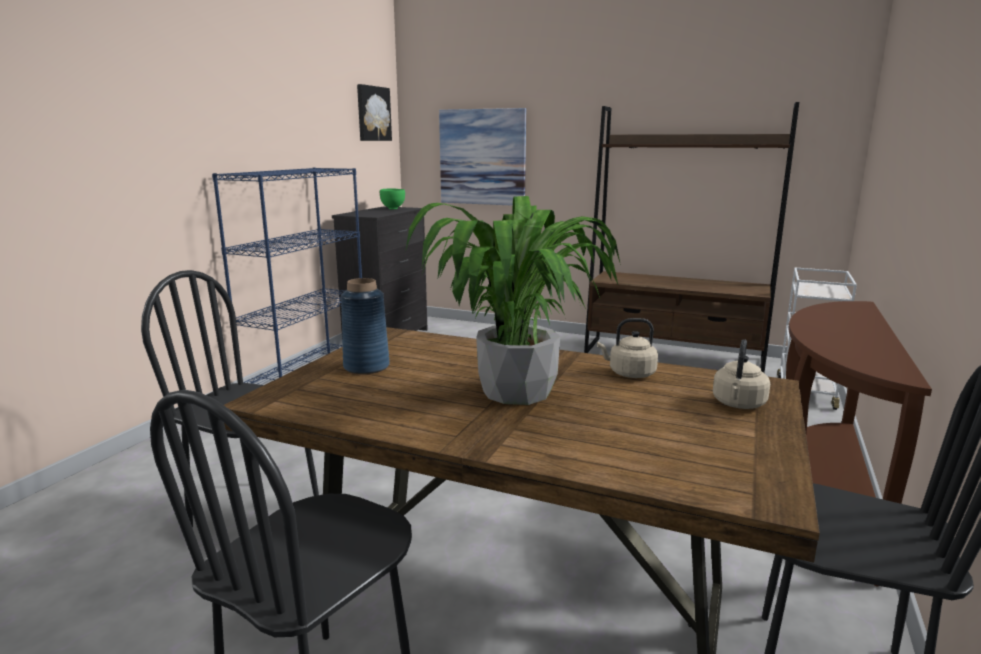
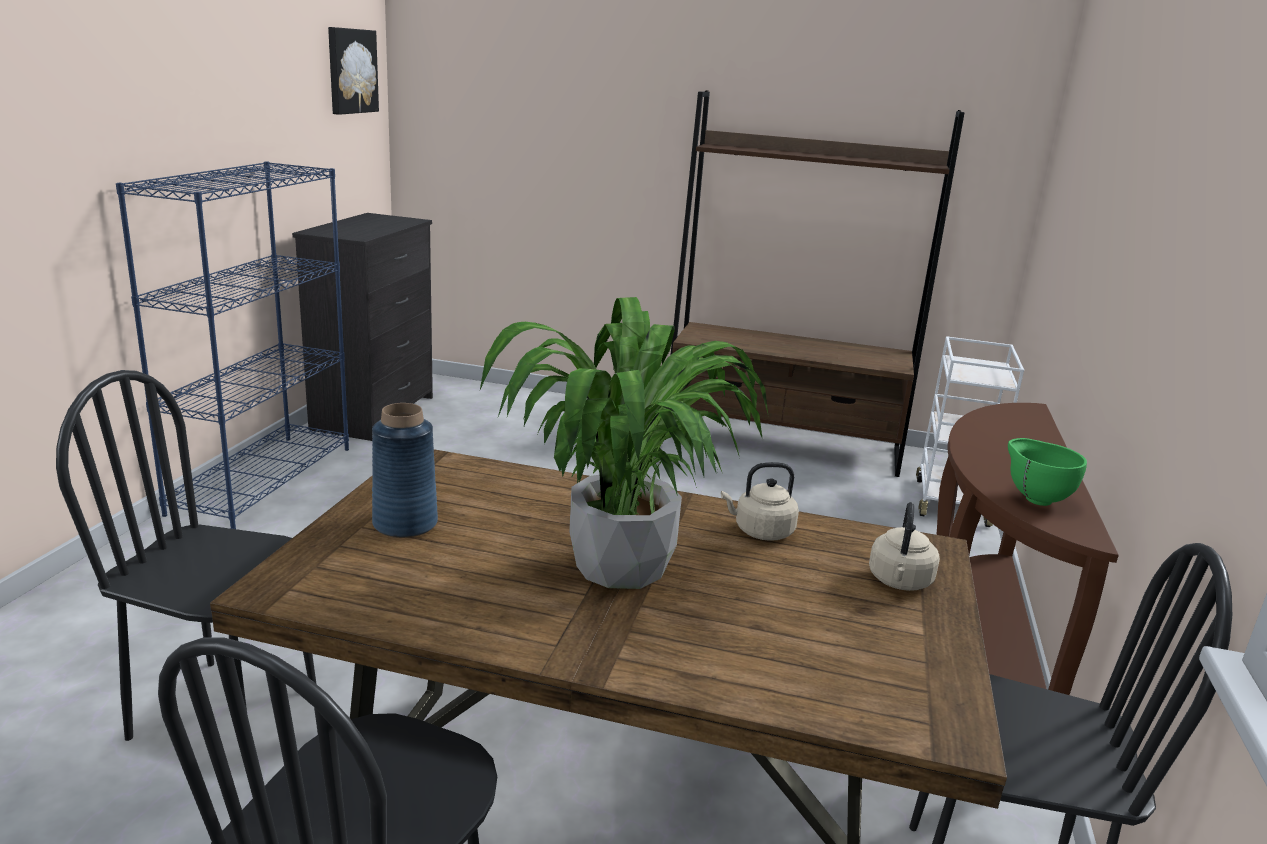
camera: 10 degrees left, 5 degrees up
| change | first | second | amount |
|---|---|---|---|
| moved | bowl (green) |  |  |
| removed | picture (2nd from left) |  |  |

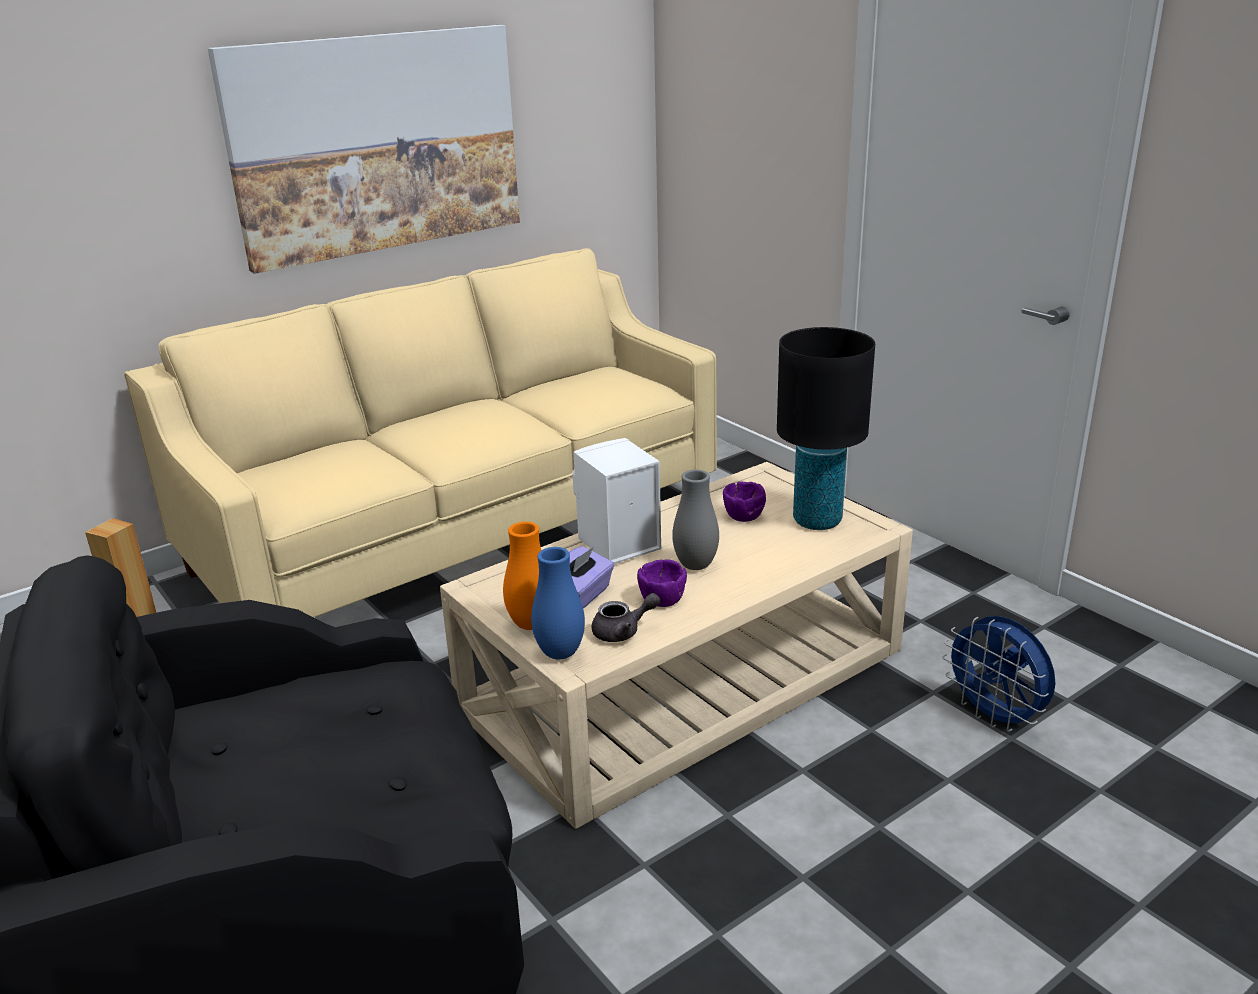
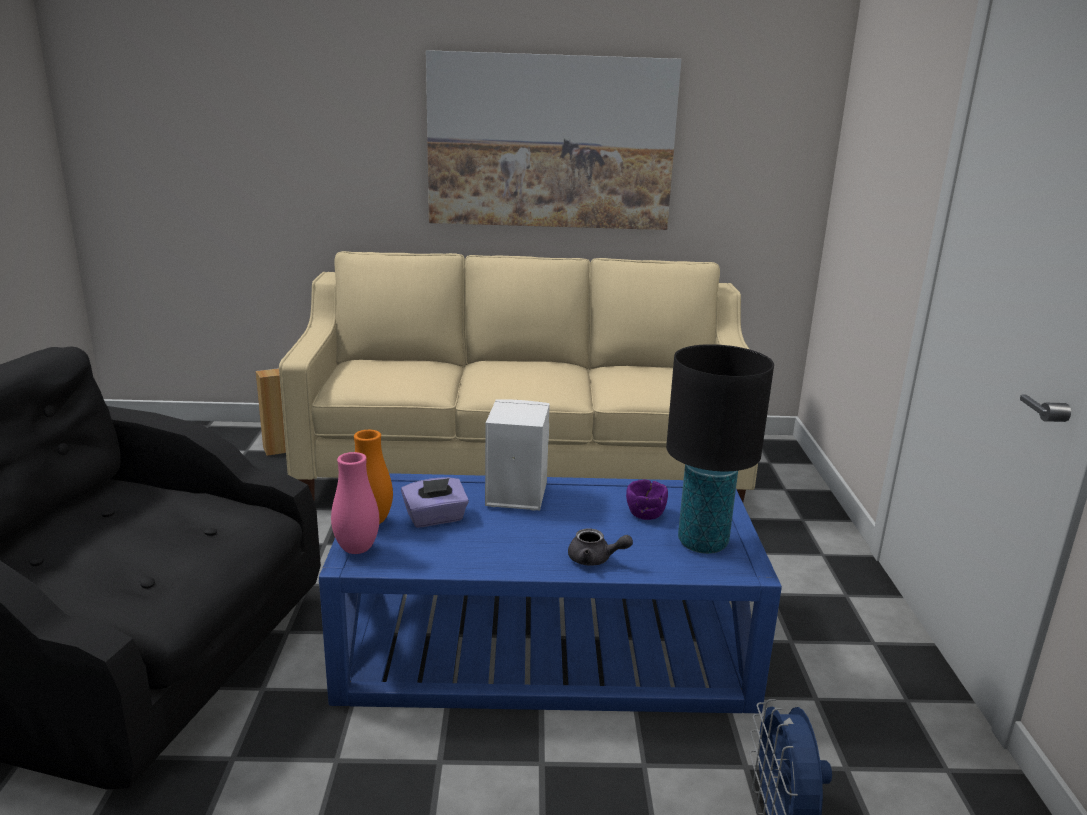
camera: 35 degrees right, 5 degrees down
| change | first | second | amount |
|---|---|---|---|
| recoloured | coffee table (beige) | coffee table (blue) |  |
| recoloured | vase (blue) | vase (pink) |  |
| moved | teapot (grey) |  |  |
| removed | bowl (purple) (1st from left) |  |  |
| removed | vase (grey) |  |  |

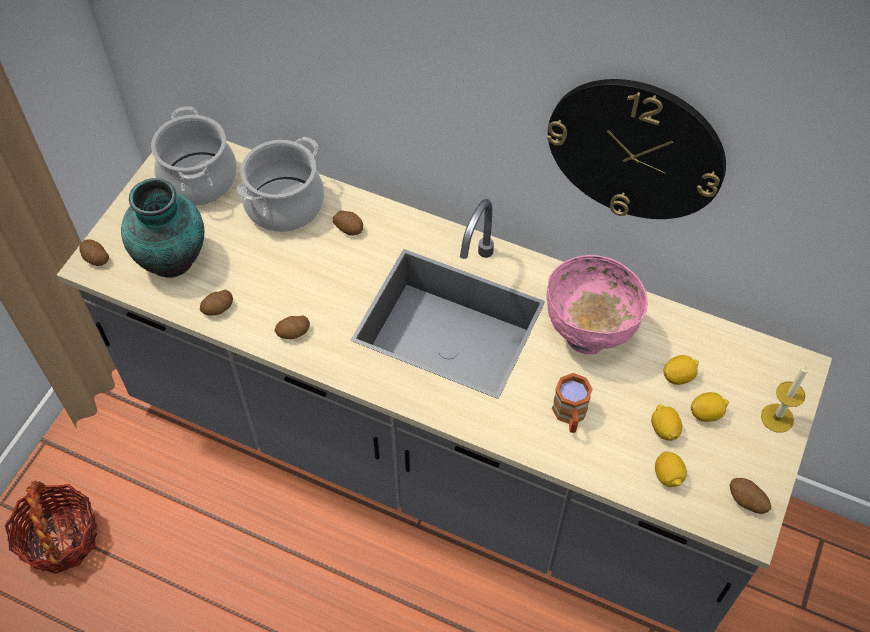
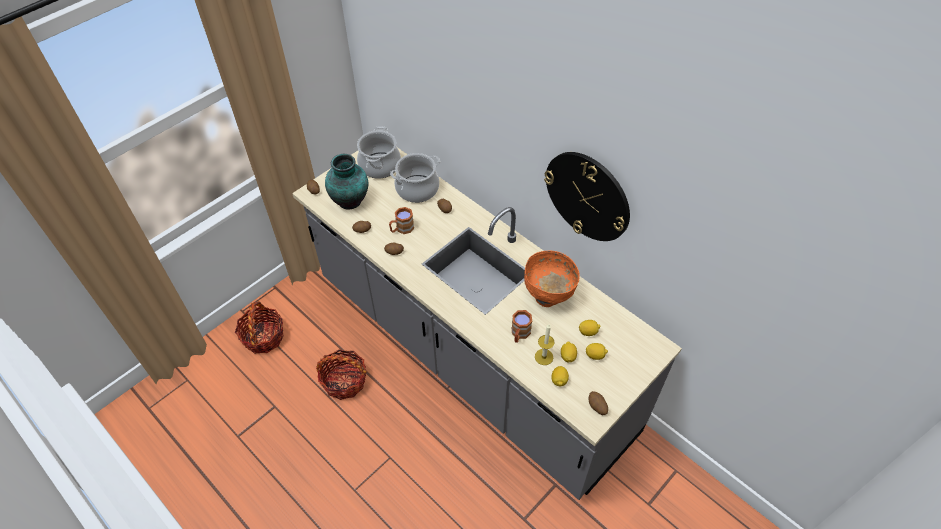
camera: 20 degrees right, 5 degrees down
| change | first | second | amount |
|---|---|---|---|
| recoloured | bowl (pink) | bowl (orange) |  |
| moved | candle |  |  |
| added |  | basket (2nd from left) |  |
| added |  | mug (brown) (1st from left) |  |

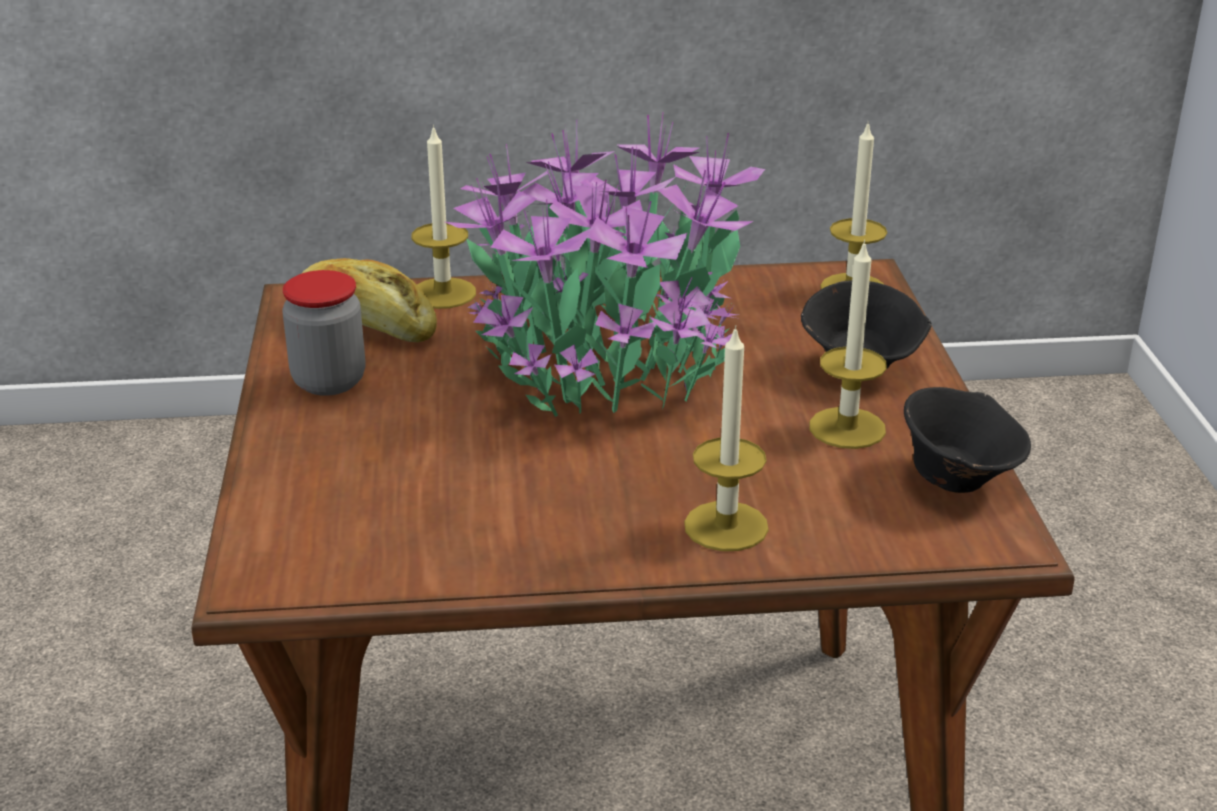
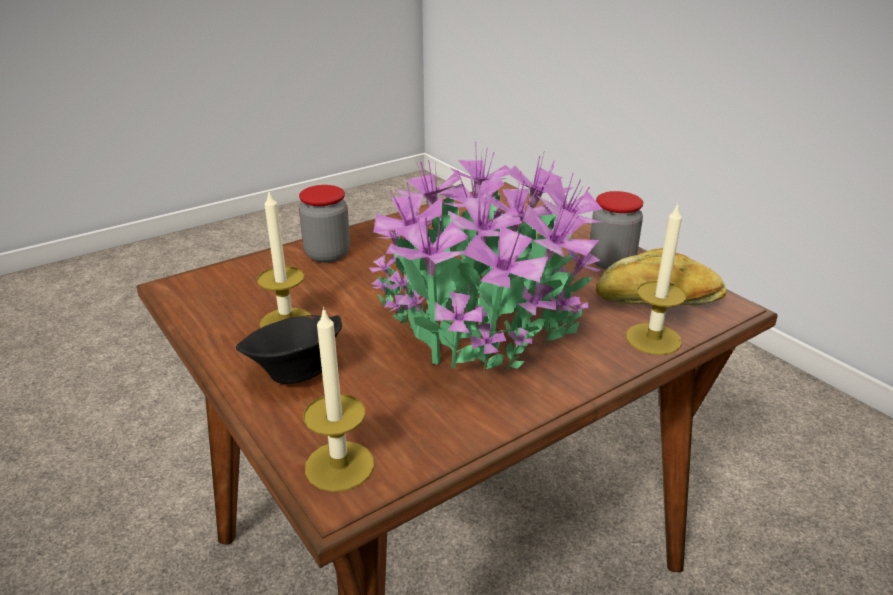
camera: 150 degrees right, 0 degrees up
| change | first | second | amount |
|---|---|---|---|
| replaced | candle (2nd from left) | jar (1st from left) |  |
| removed | bowl (black) (2nd from left) |  |  |

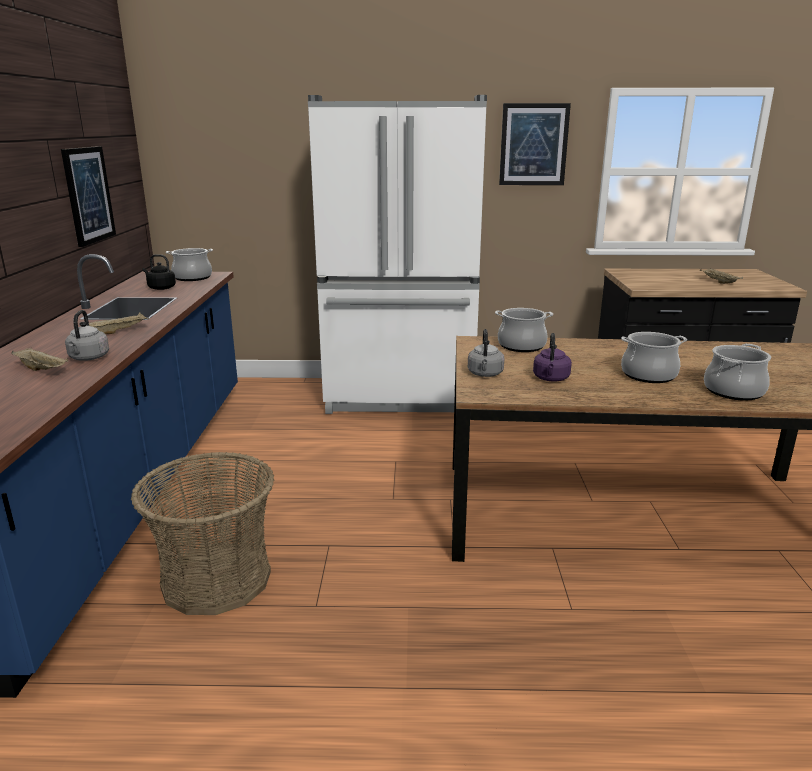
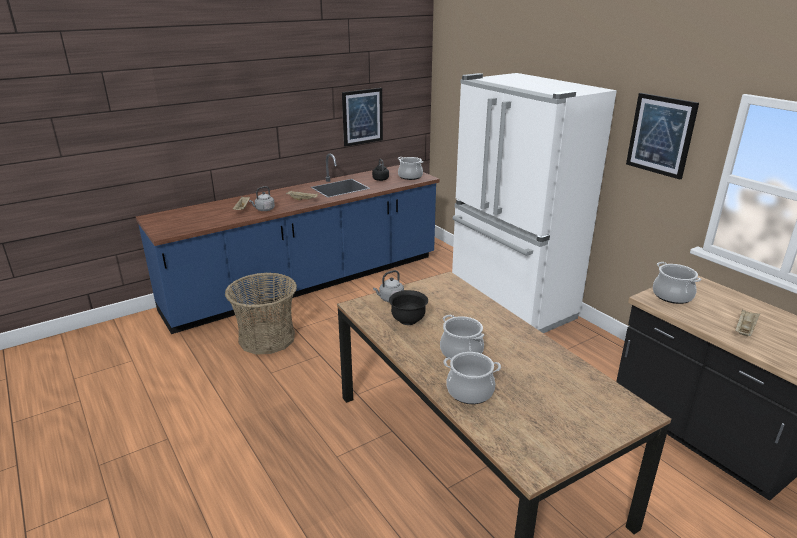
camera: 55 degrees right, 5 degrees up
| change | first | second | amount |
|---|---|---|---|
| moved | cooking pot (2nd from left in the first image) | cooking pot (4th from left) |  |
| replaced | kettle (purple) | bowl (black) |  |

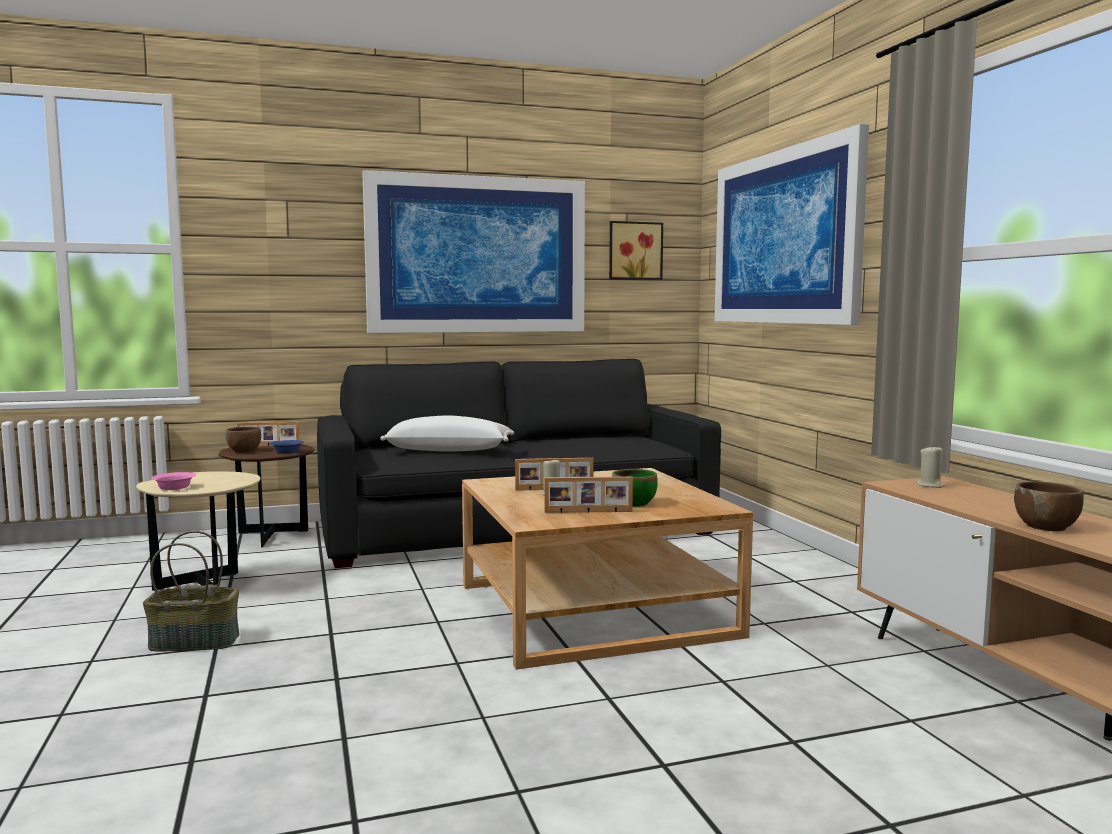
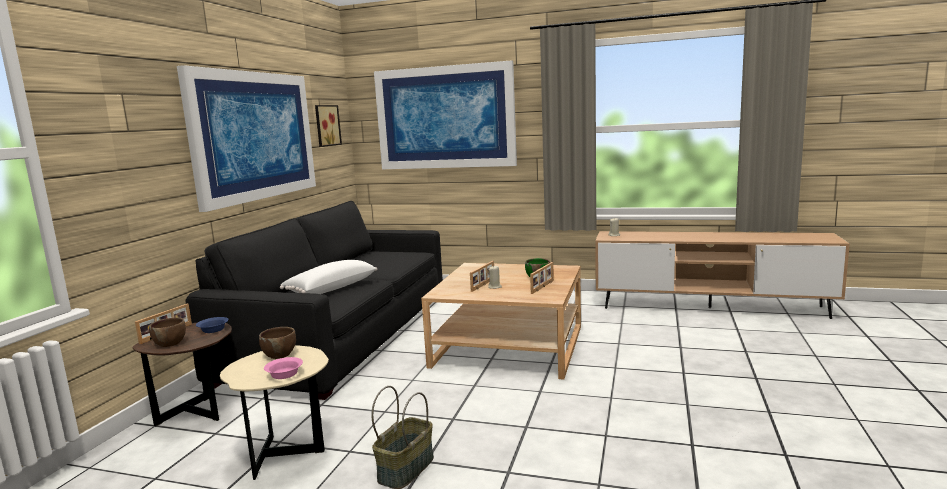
camera: 55 degrees left, 5 degrees up
| change | first | second | amount |
|---|---|---|---|
| moved | bowl (brown) (2nd from left) |  |  |

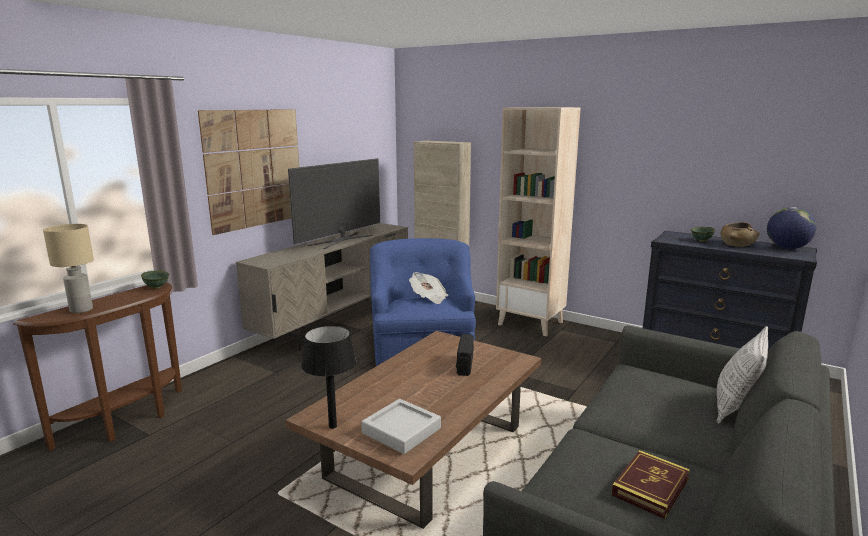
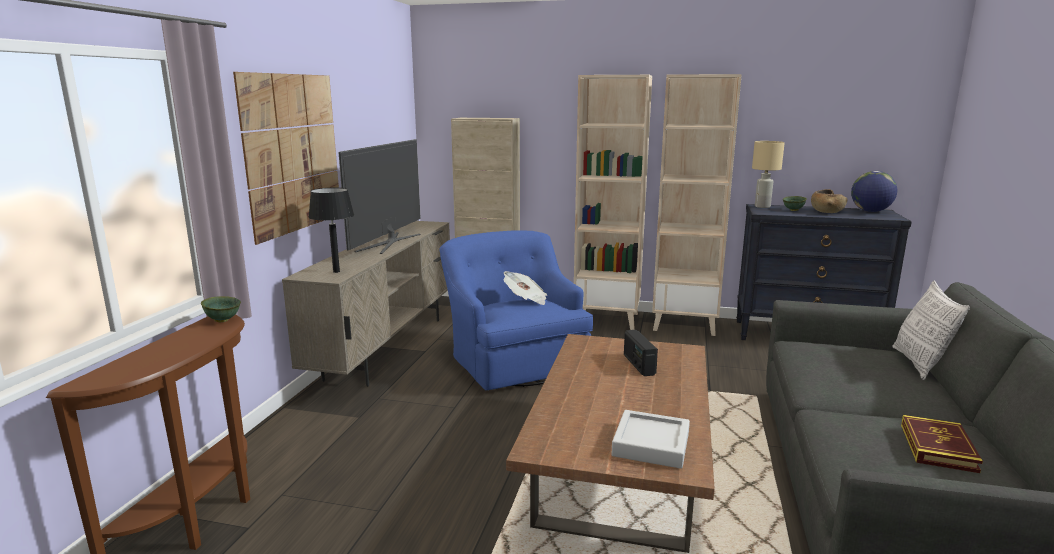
camera: 20 degrees left, 0 degrees up
| change | first | second | amount |
|---|---|---|---|
| moved | table lamp (beige) |  |  |
| moved | table lamp (black) |  |  |
| added |  | bookcase (beige) (2nd from left) |  |

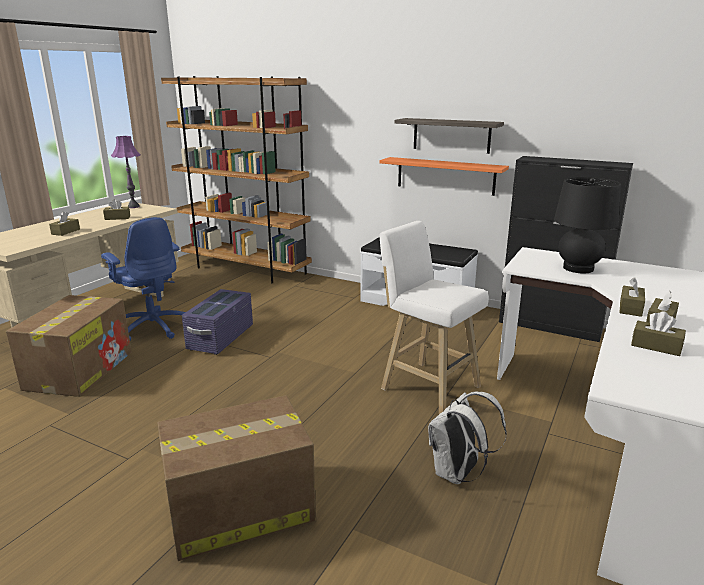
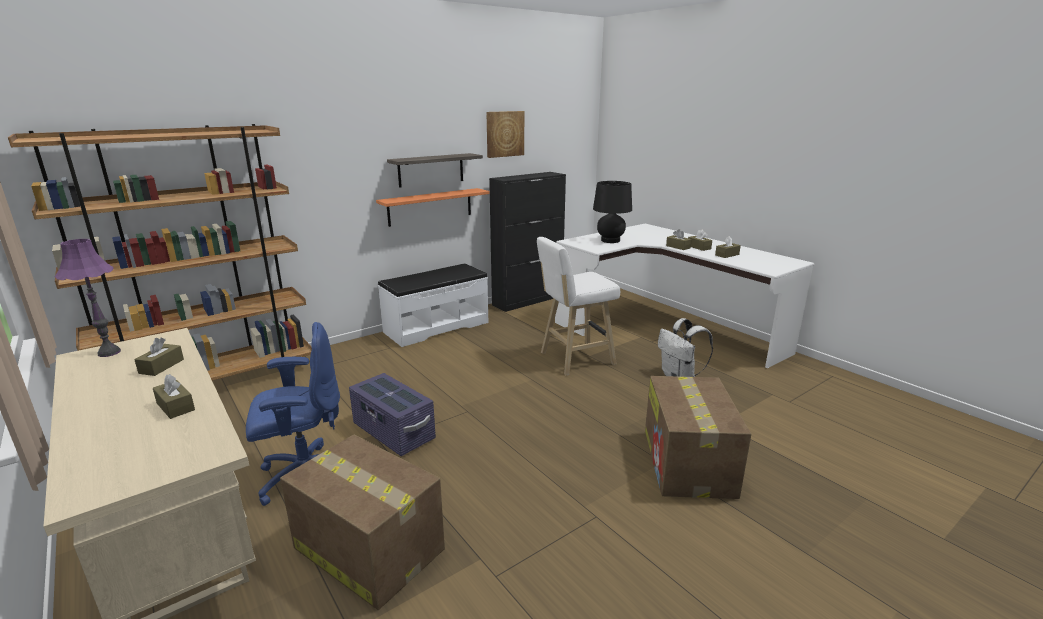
camera: 65 degrees left, 0 degrees up
| change | first | second | amount |
|---|---|---|---|
| added |  | picture |  |

